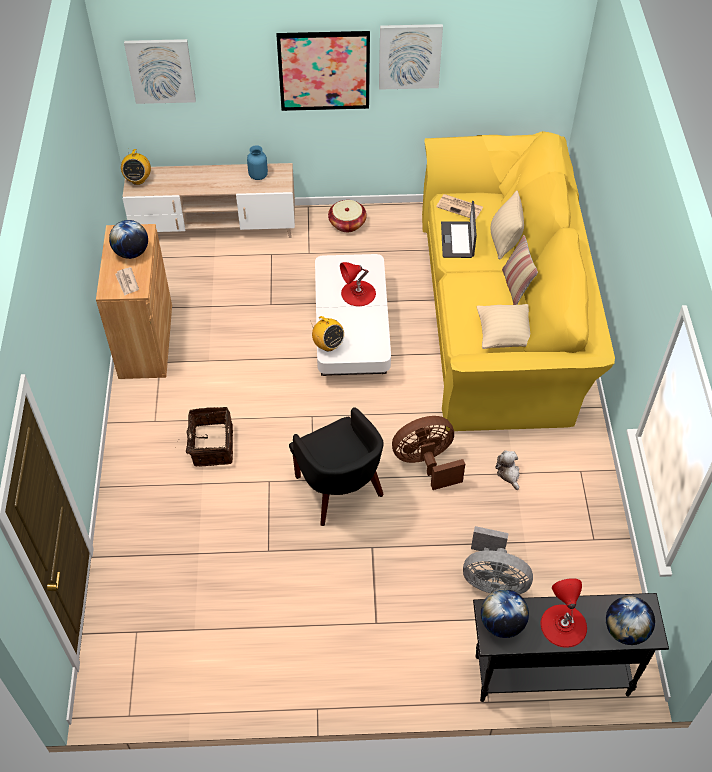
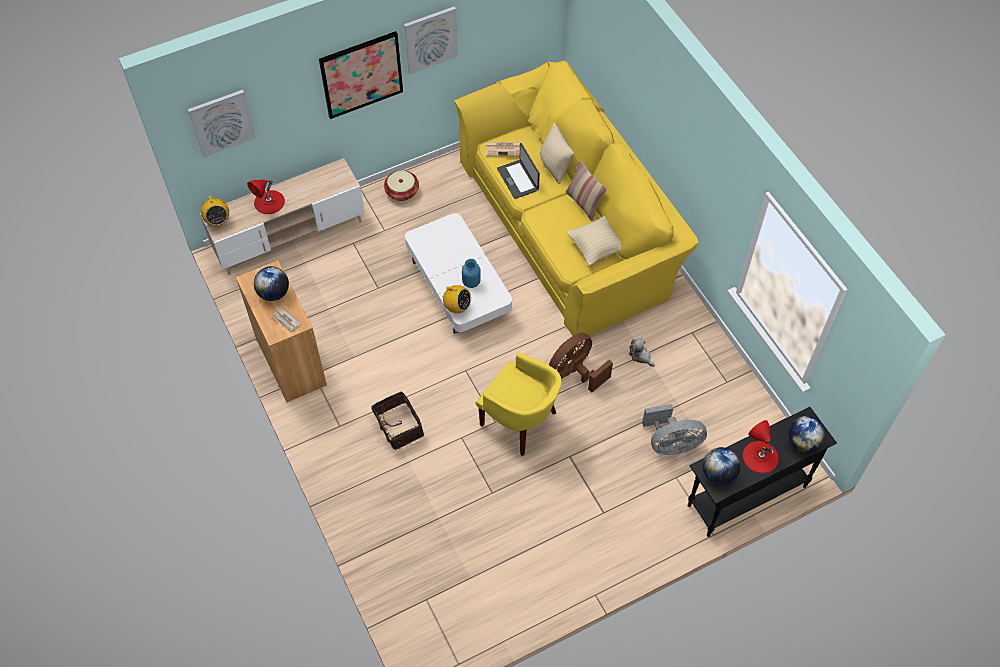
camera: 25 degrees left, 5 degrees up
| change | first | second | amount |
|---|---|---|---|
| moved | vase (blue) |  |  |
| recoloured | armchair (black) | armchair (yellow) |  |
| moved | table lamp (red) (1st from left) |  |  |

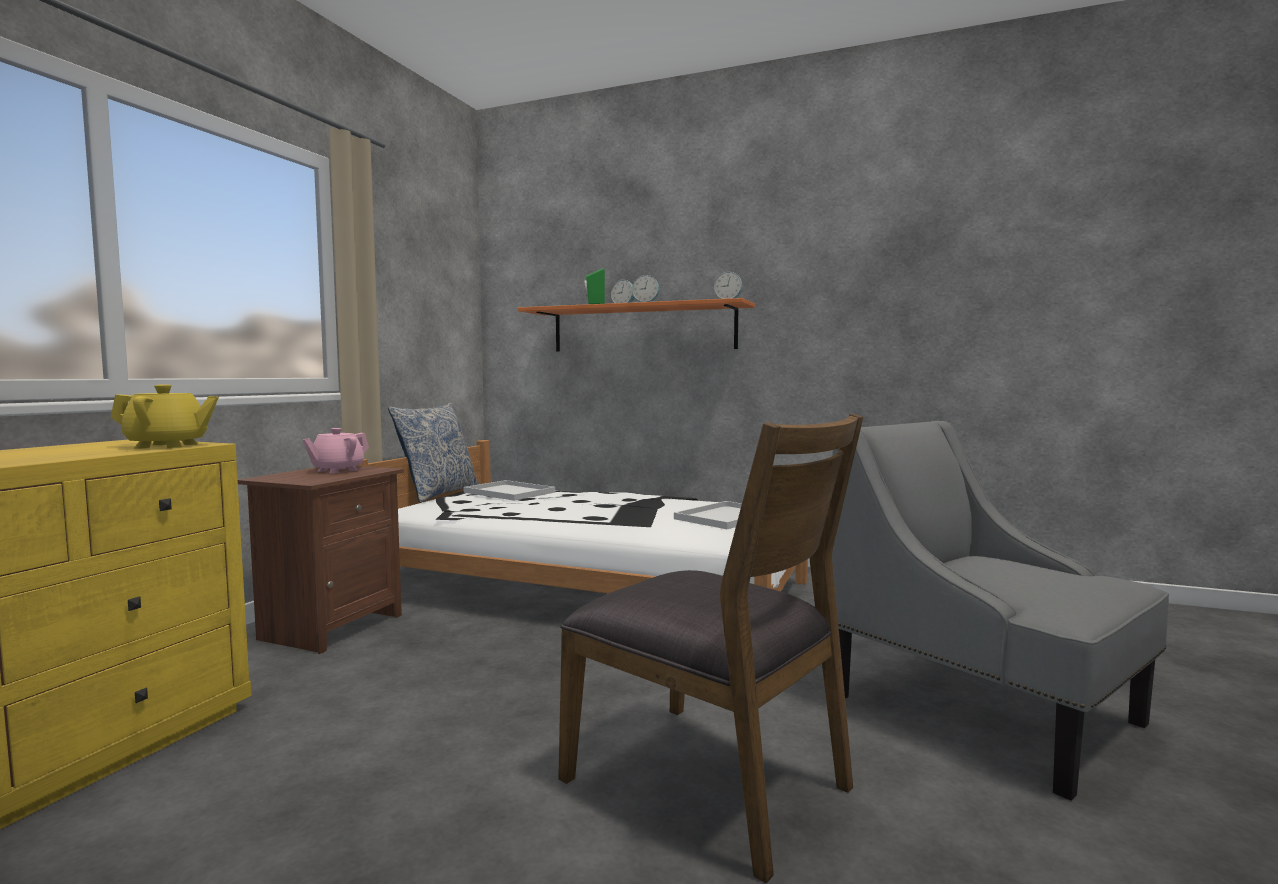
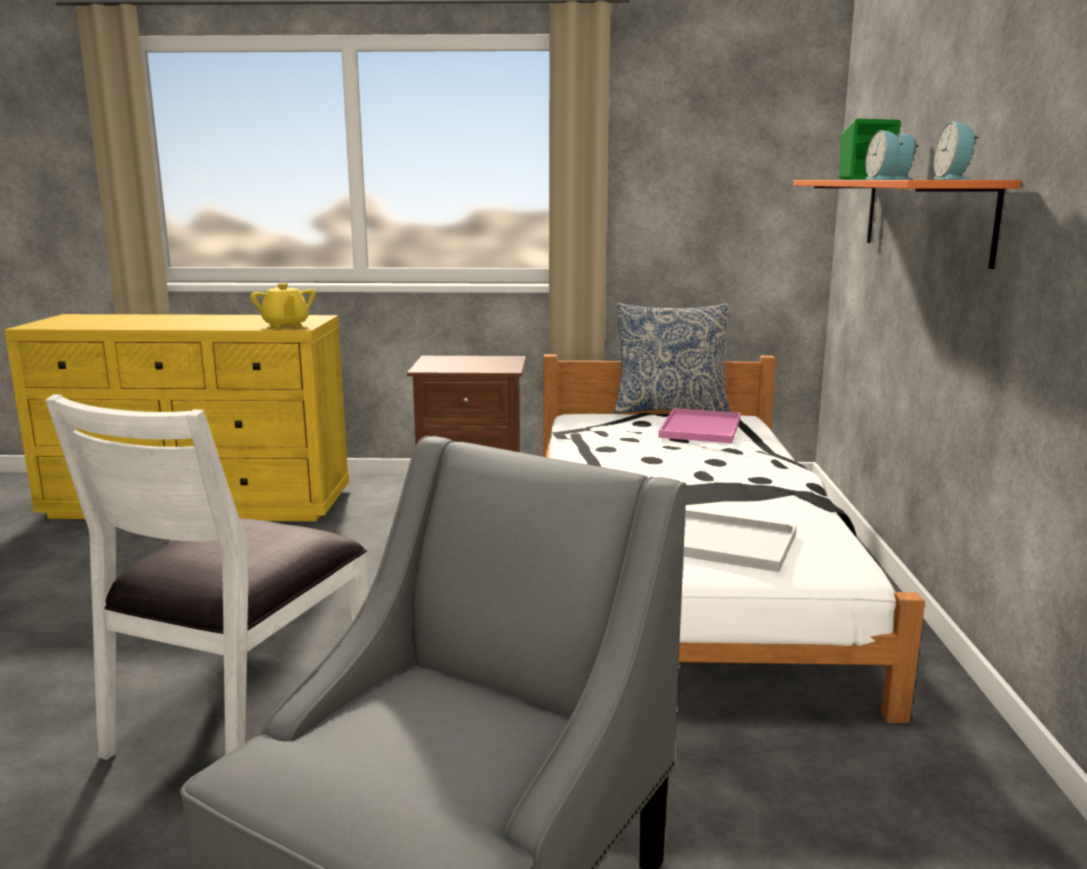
camera: 70 degrees right, 10 degrees up
| change | first | second | amount |
|---|---|---|---|
| removed | teapot (pink) |  |  |
| recoloured | tray (white) (1st from left) | tray (pink) |  |
| recoloured | chair (brown) | chair (white) |  |

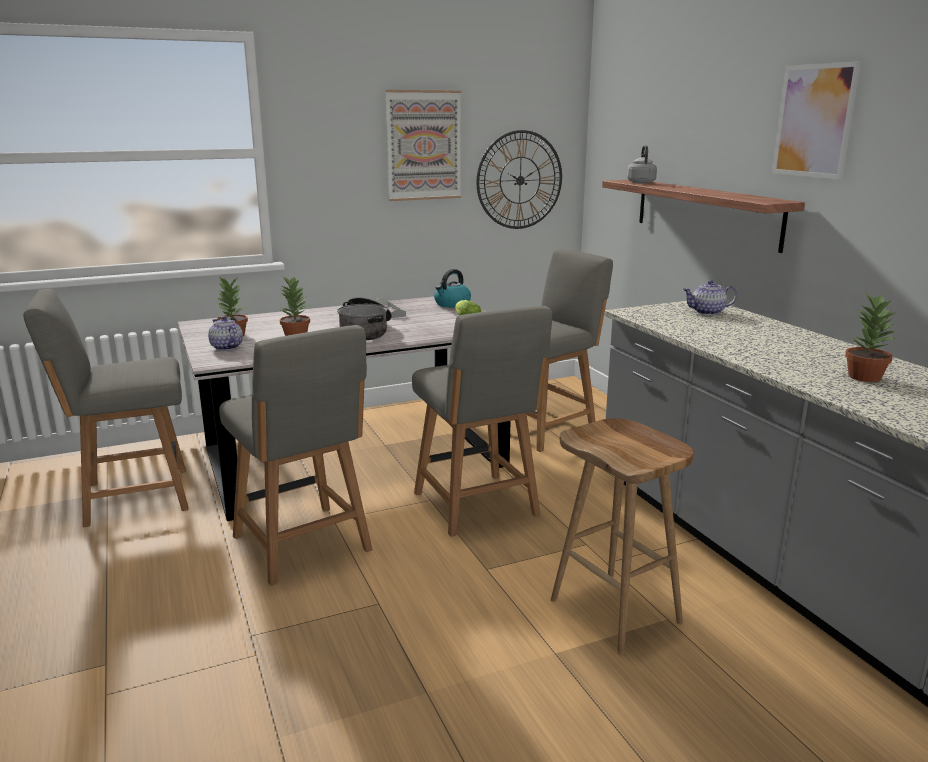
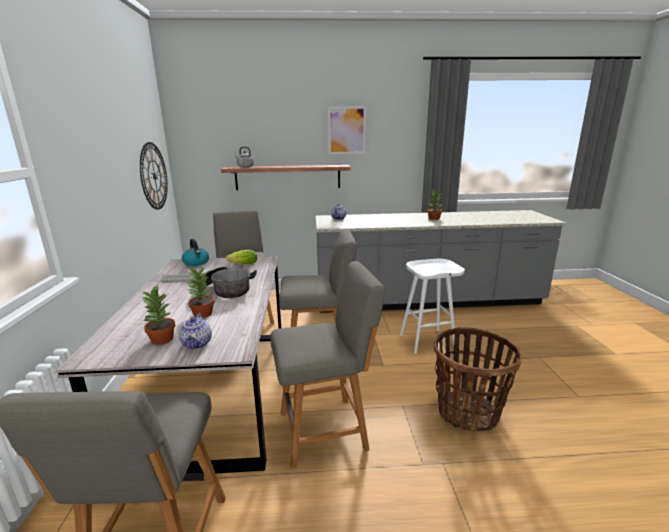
camera: 70 degrees left, 0 degrees up
| change | first | second | amount |
|---|---|---|---|
| turned | teapot (1st from left) |  | 75 degrees counterclockwise |
| removed | picture (1st from left) |  |  |
| recoloured | stool (brown) | stool (white) |  |
| added |  | basket |  |

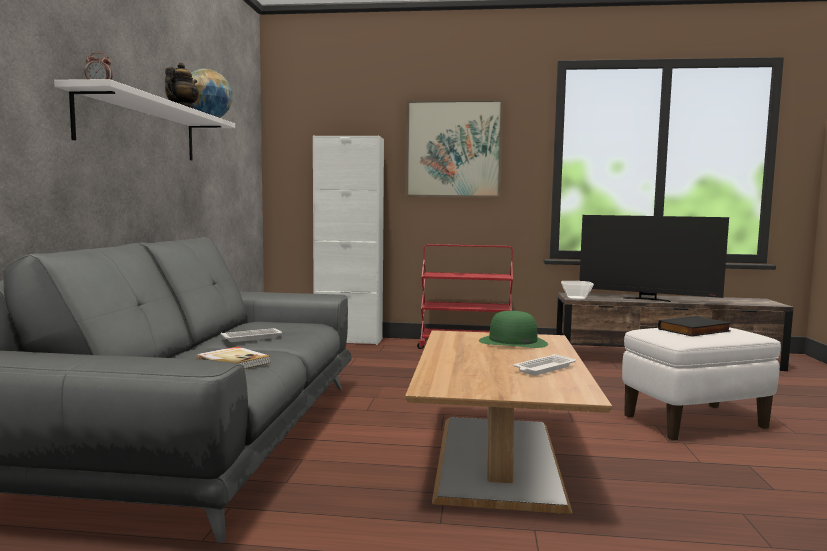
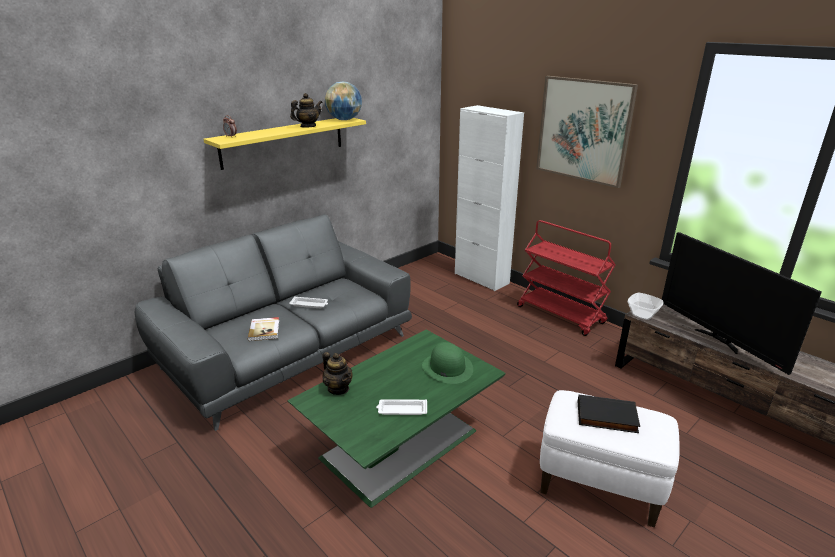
camera: 40 degrees right, 20 degrees up
| change | first | second | amount |
|---|---|---|---|
| recoloured | shelf (white) | shelf (yellow) |  |
| recoloured | coffee table (brown) | coffee table (green) |  |
| added |  | teapot (2nd from left) |  |

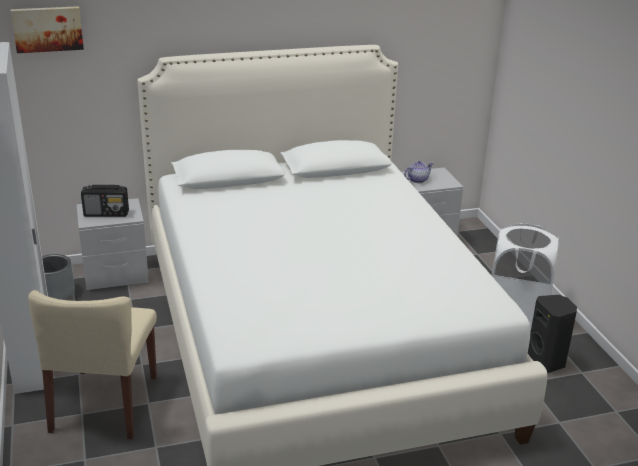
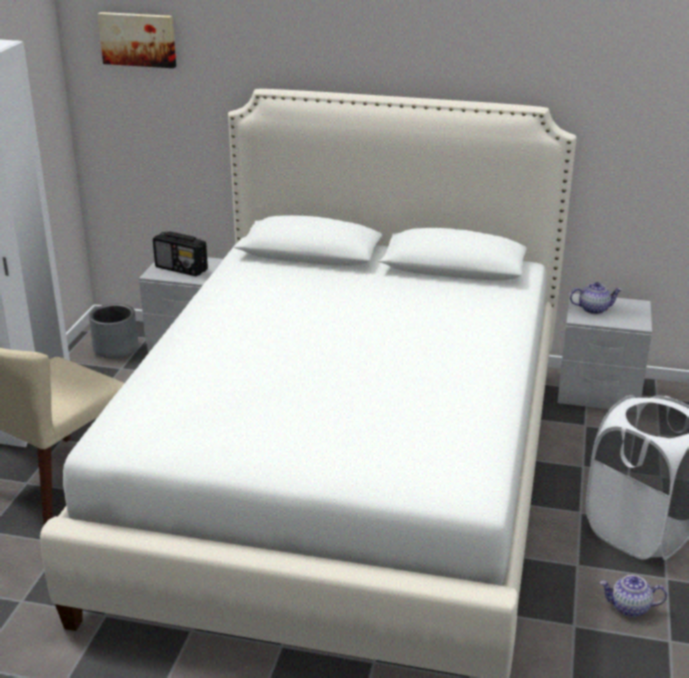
camera: 30 degrees right, 0 degrees up
| change | first | second | amount |
|---|---|---|---|
| replaced | speaker (black) | teapot (2nd from left) |  |

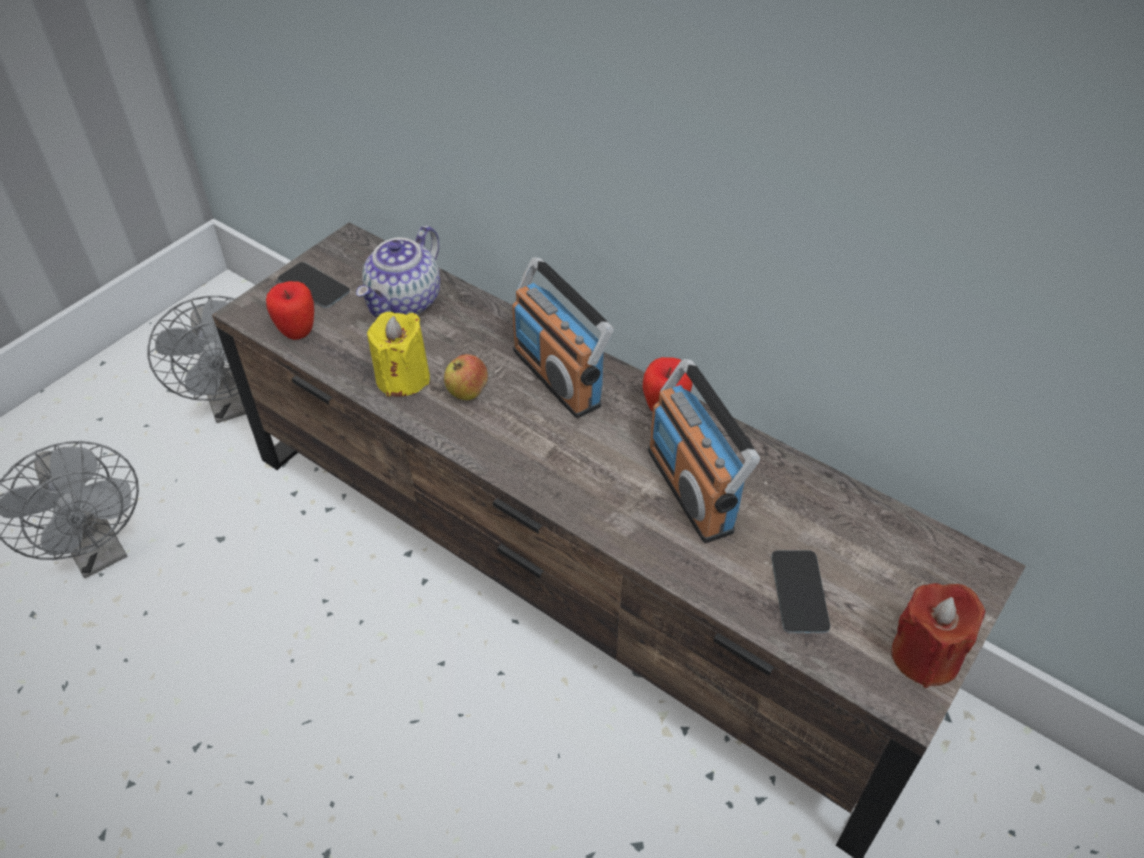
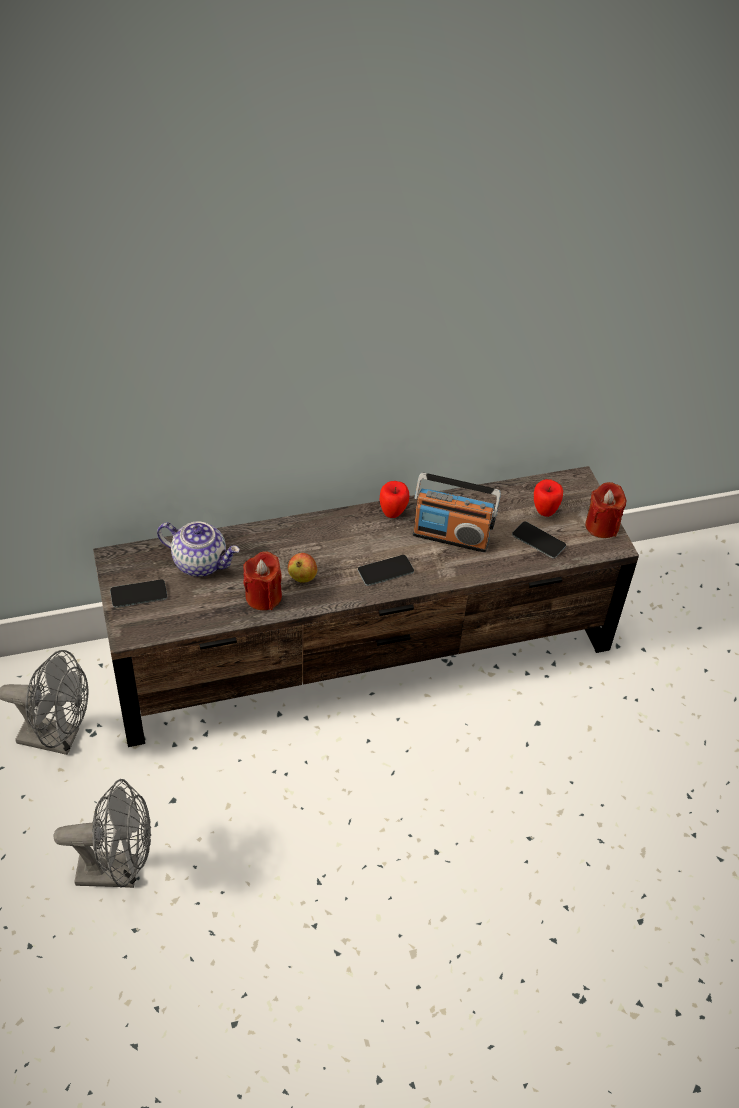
camera: 55 degrees left, 0 degrees up
| change | first | second | amount |
|---|---|---|---|
| moved | apple (1st from left in the first image) | apple (3rd from left) |  |
| turned | teapot |  | 45 degrees counterclockwise |
| recoloured | candle (yellow) | candle (red) (1st from left) |  |
| removed | radio (1st from left) |  |  |
| added |  | phone (2nd from left) |  |

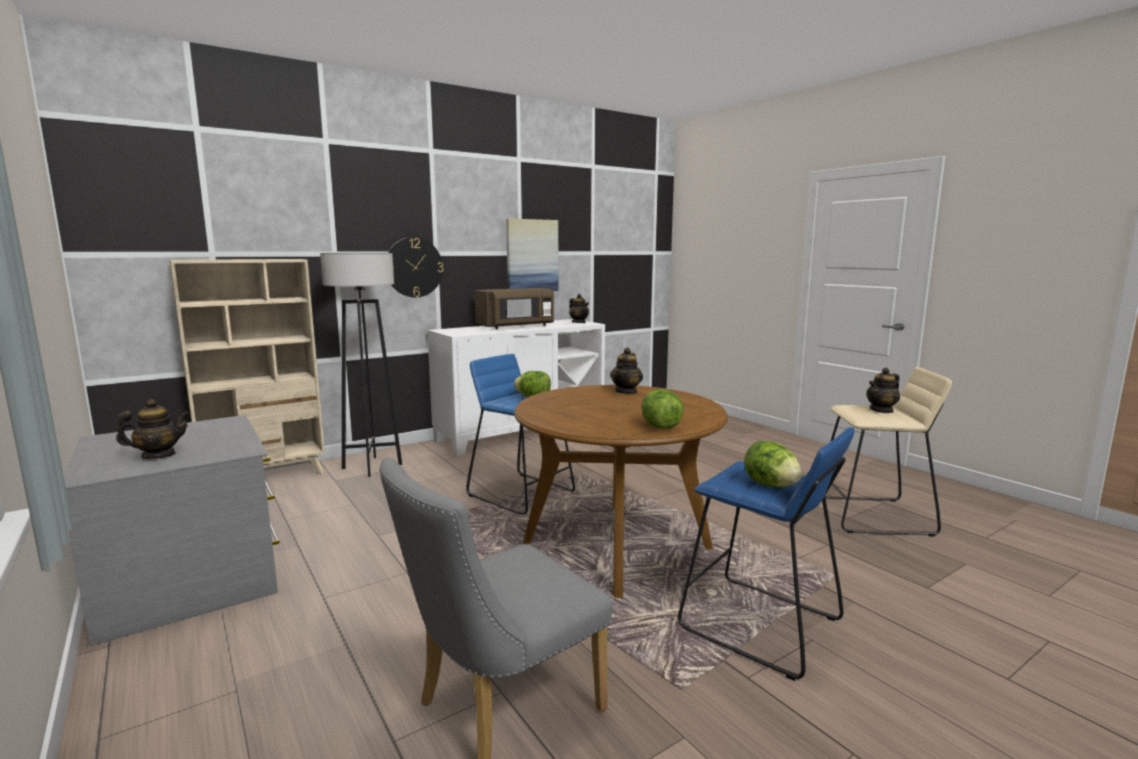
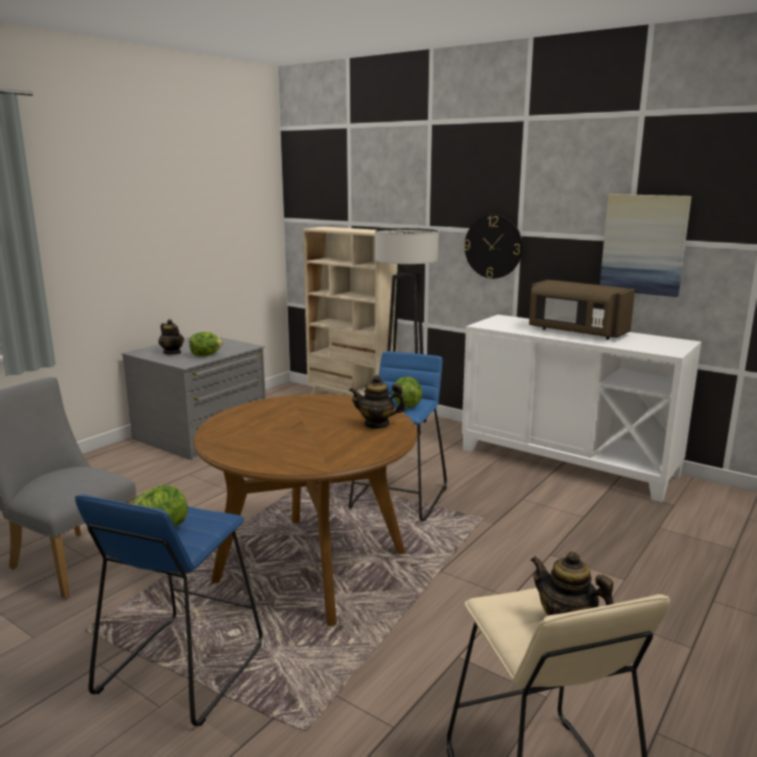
camera: 70 degrees right, 5 degrees up
| change | first | second | amount |
|---|---|---|---|
| removed | teapot (2nd from left) |  |  |
| moved | lettuce (2nd from left) |  |  |

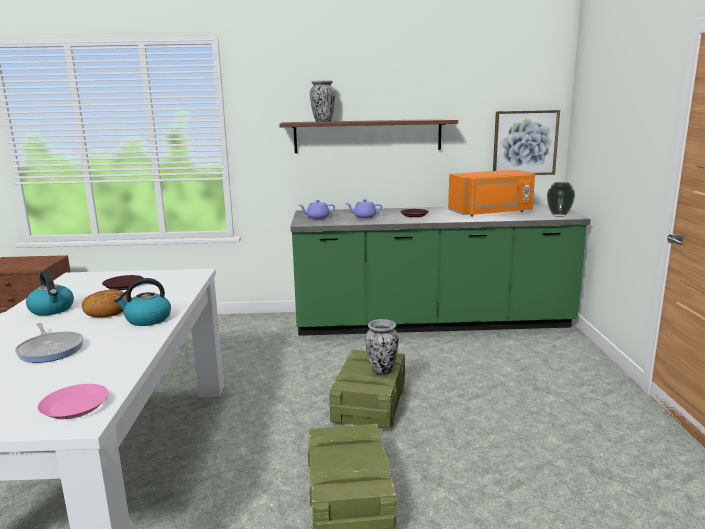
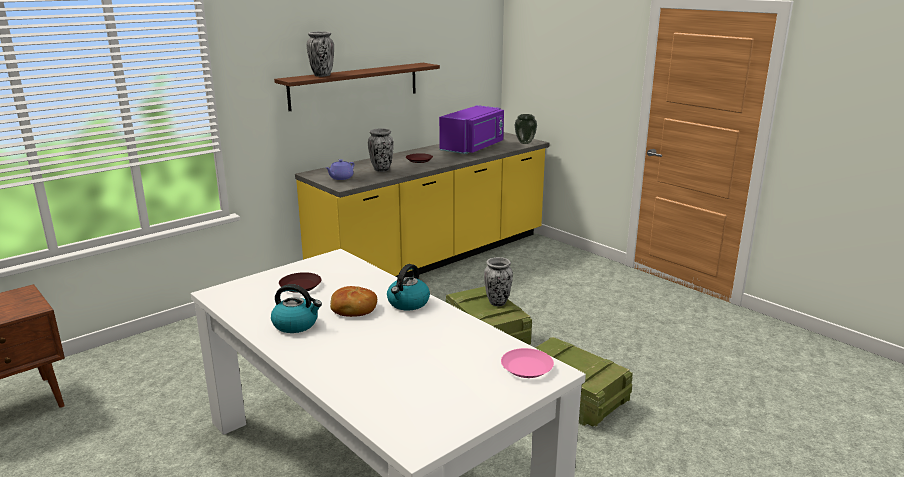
camera: 40 degrees left, 5 degrees up
| change | first | second | amount |
|---|---|---|---|
| removed | frying pan |  |  |
| recoloured | counter (green) | counter (yellow) |  |
| replaced | teapot (purple) (2nd from left) | vase (2nd from left) |  |
| recoloured | microwave (orange) | microwave (purple) |  |
| removed | picture |  |  |

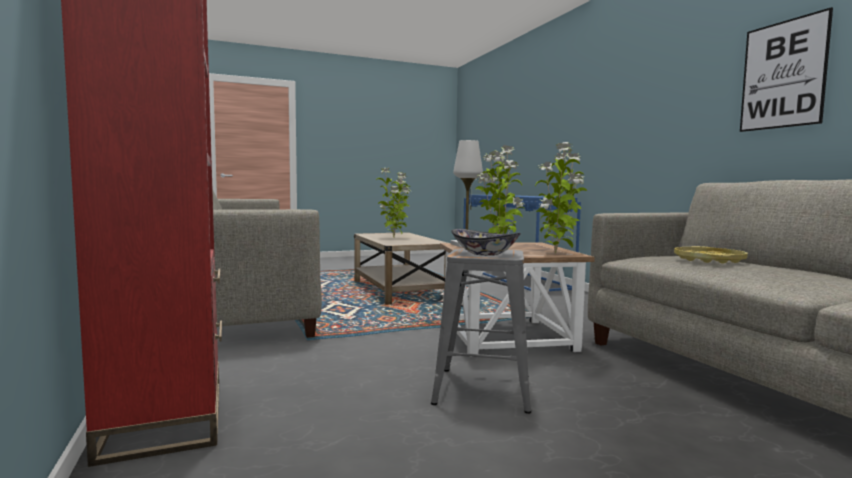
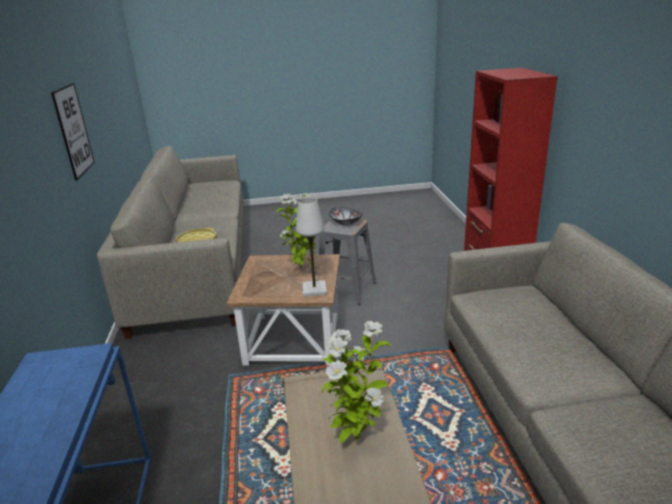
camera: 165 degrees left, 20 degrees up
| change | first | second | amount |
|---|---|---|---|
| removed | potted plant (3rd from left) |  |  |

